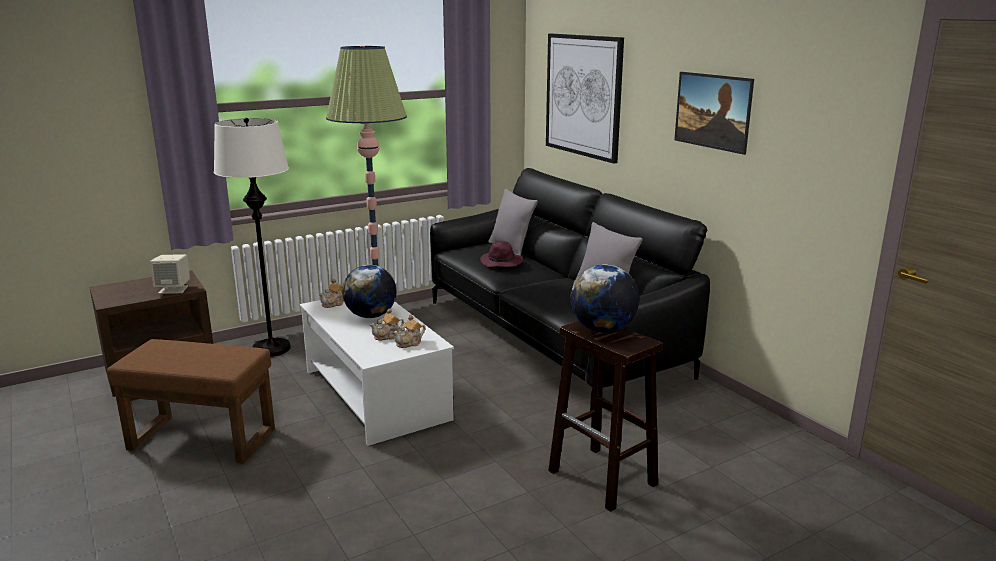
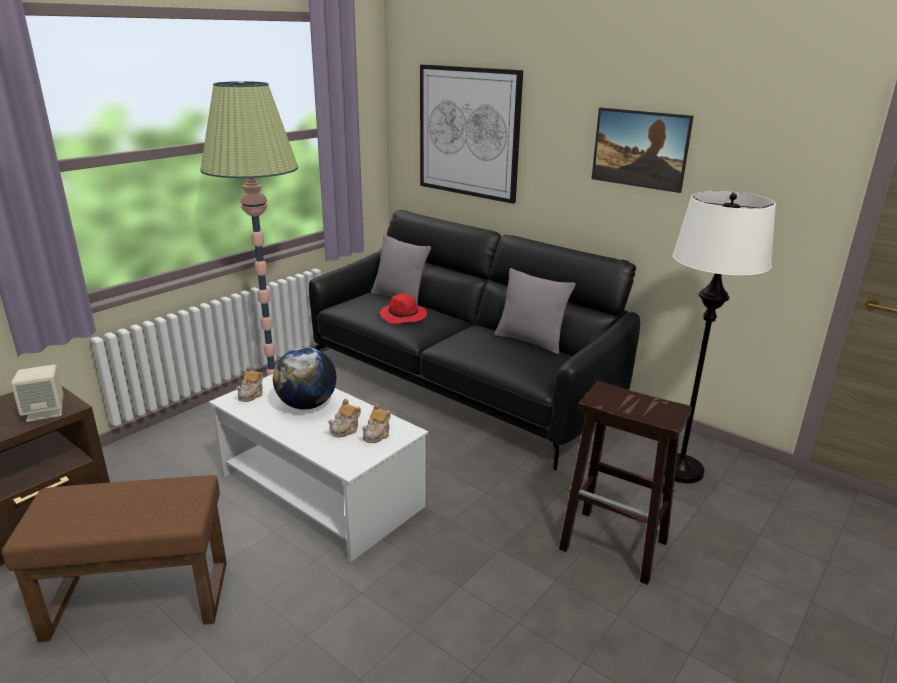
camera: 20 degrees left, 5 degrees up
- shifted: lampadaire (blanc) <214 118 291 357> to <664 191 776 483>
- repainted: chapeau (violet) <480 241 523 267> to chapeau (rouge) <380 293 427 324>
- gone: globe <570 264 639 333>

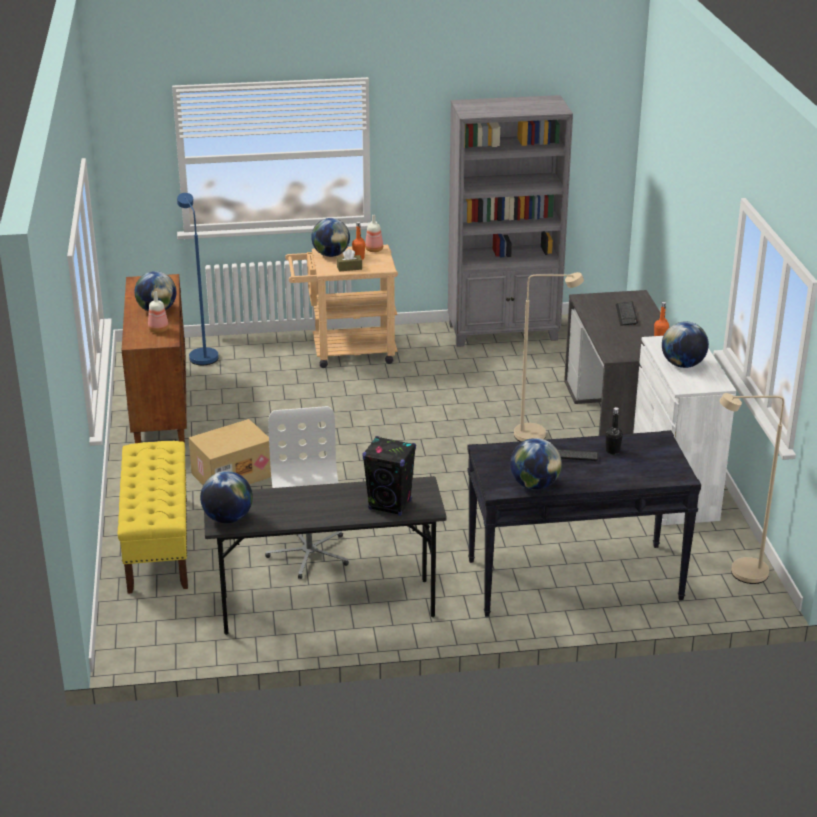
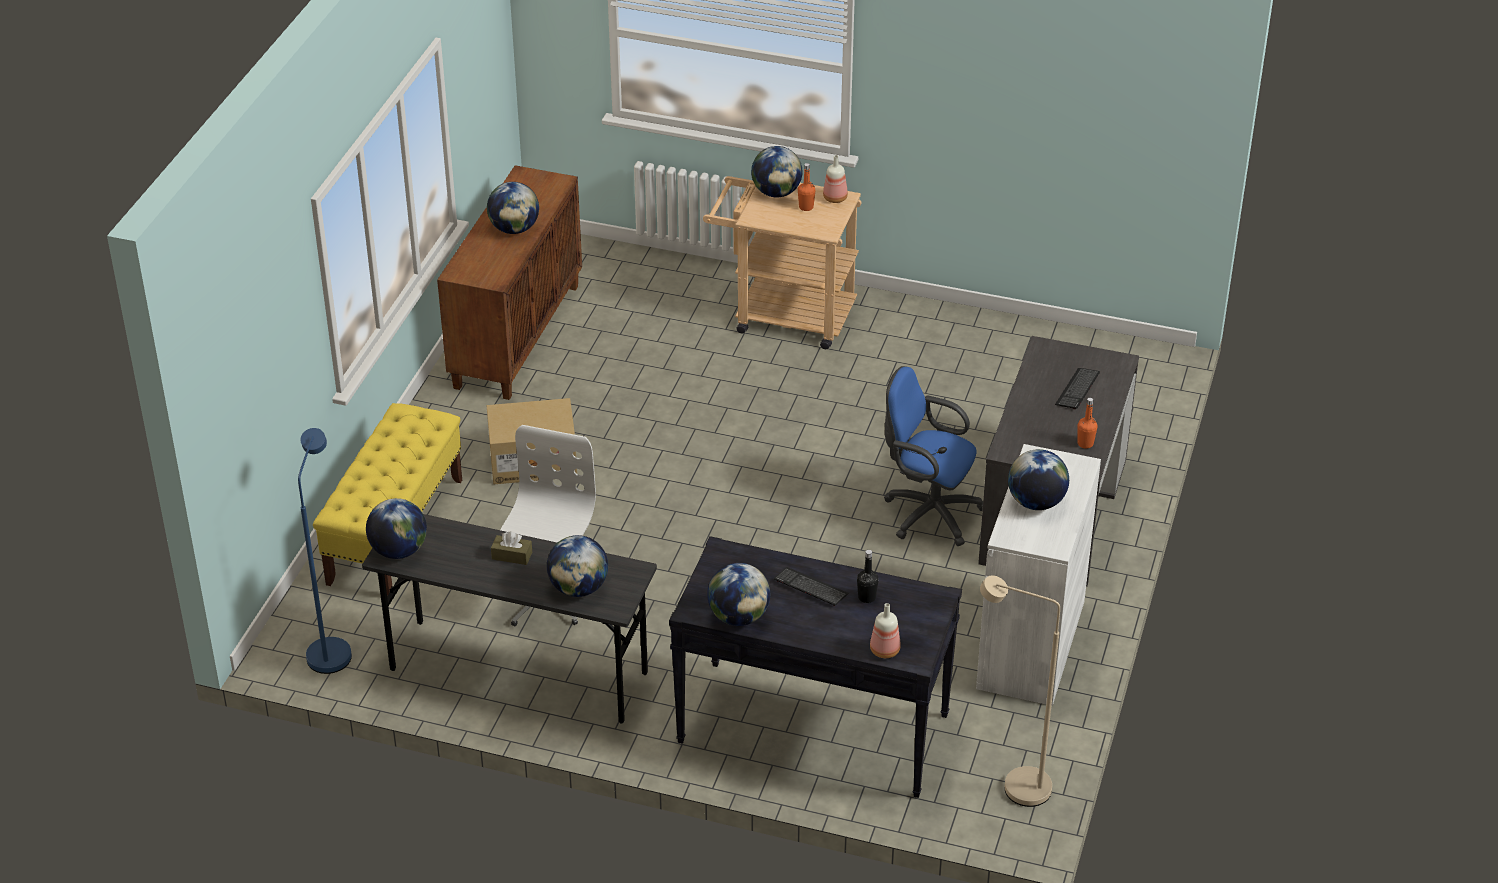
camera: 25 degrees right, 10 degrees up
- gone: bibliothèque (gris) <448 95 573 347>
- shifted: lampadaire (bleu) <177 193 219 365> to <298 428 352 674>
- shifted: boîte à mouchoirs (marron) <337 249 362 272> to <491 532 532 565>
- swapped: lampadaire (beige) <514 272 584 441> to chaise de bureau (bleu) <884 366 983 546>
- shifted: bouteille <148 292 169 333> to <870 603 901 658>
- swapped: enceinte (noir) <363 436 416 516> to globe <547 535 608 597>

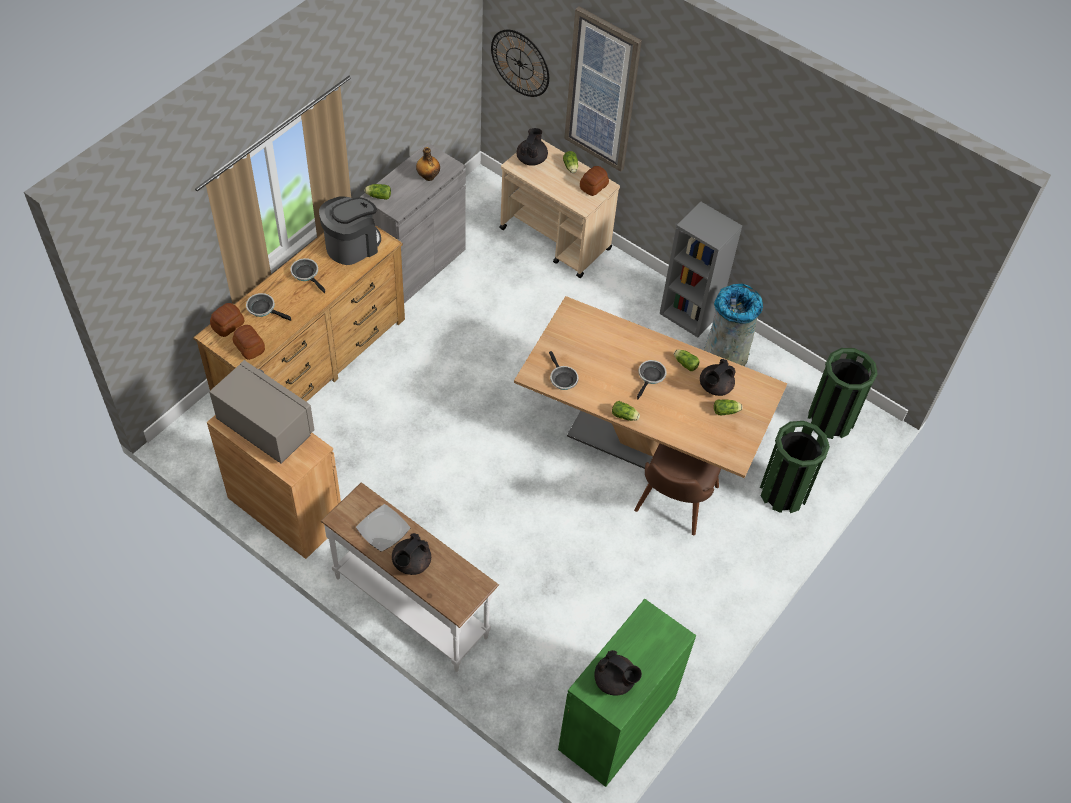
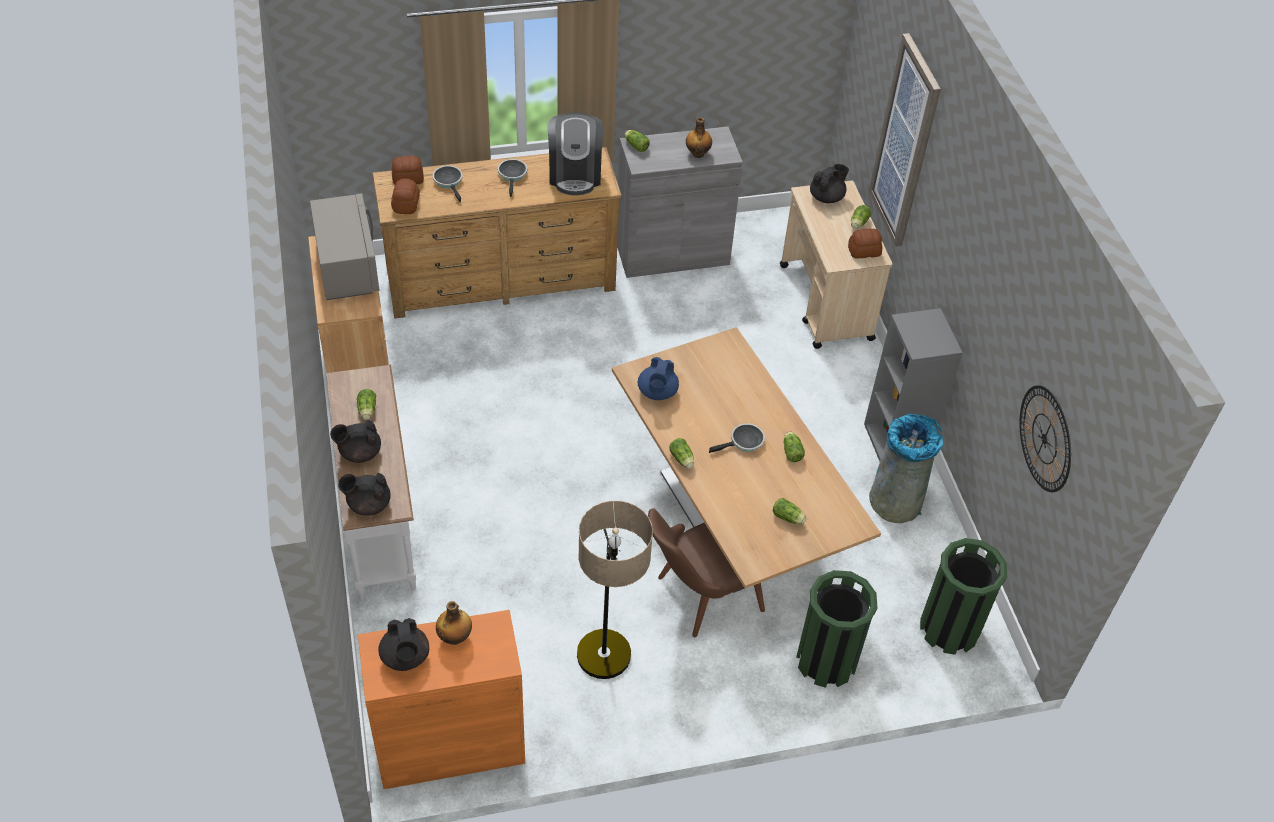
camera: 40 degrees right, 5 degrees down
- shifted: horloge murale <491 29 549 97> to <1020 385 1071 492>
- rotated: machine à café <319 196 381 265> = <547 112 604 196> 90 degrees clockwise
- swapped: poêle <549 351 579 390> to théière (bleu) <638 357 679 400>
- shifted: théière (noir) <700 359 736 396> to <338 473 391 515>
- swapped: assiette <356 504 410 552> to laitue <357 389 376 420>
- repainted: meuble de rangement (vert) <558 599 696 787> to meuble de rangement (orange) <358 610 525 789>
- new: lampadaire <577 501 653 679>
- new: bouteille <436 601 472 645>

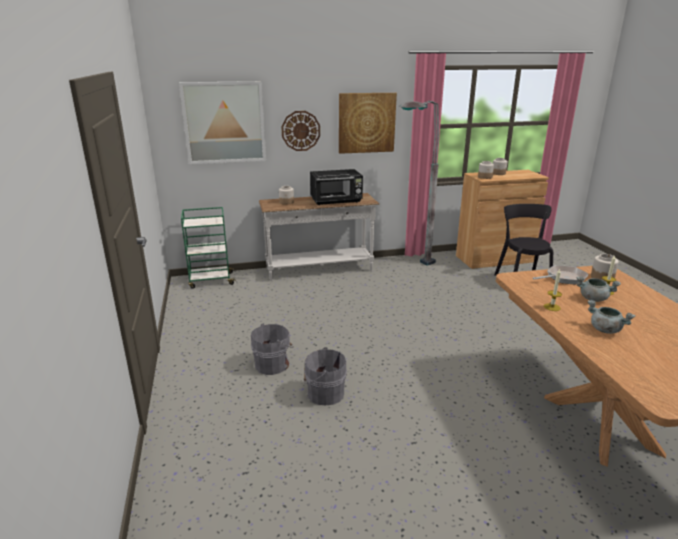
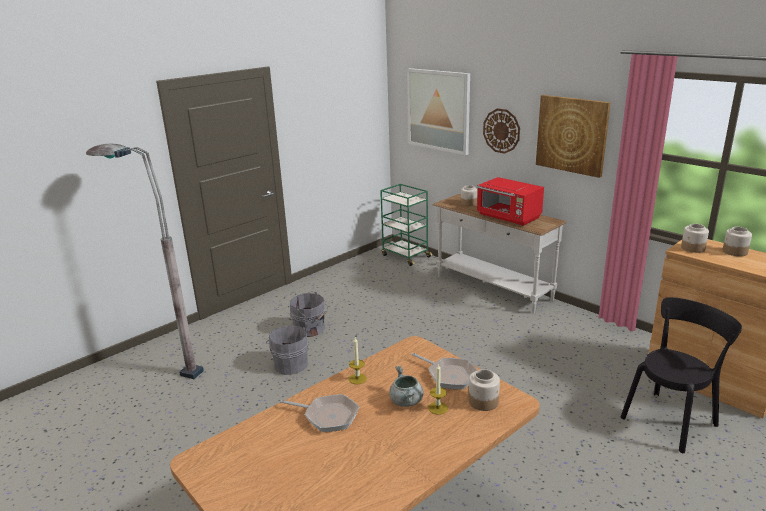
camera: 60 degrees right, 0 degrees up
- shifted: lampadaire (gris) <398 101 439 266> to <86 144 204 379>
- repainted: micro-ondes (noir) <310 169 363 205> to micro-ondes (rouge) <477 177 544 226>
- swapped: marmite (gris) <587 300 635 334> to poêle <280 394 359 432>

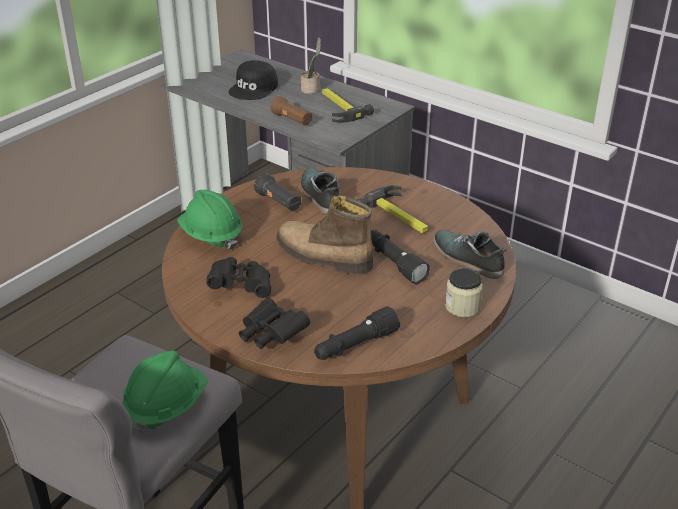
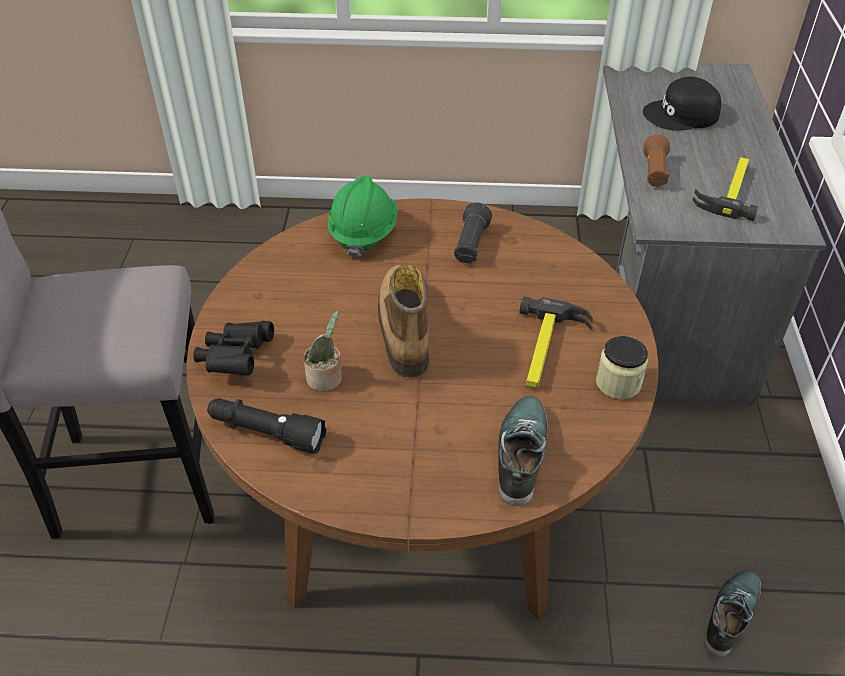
camera: 55 degrees right, 10 degrees up
- shifted: plante en pot <300 37 321 94> to <304 311 342 392>
- shifted: chaussure <301 168 339 215> to <704 570 761 656>
- gone: lampe de poche (noir) <371 230 430 284>
- gone: jumelles (noir) <206 257 271 298>
- shifted: bocal <445 268 483 317> to <596 336 648 399>
- gone: casque de chantier (vert) <122 350 208 434>

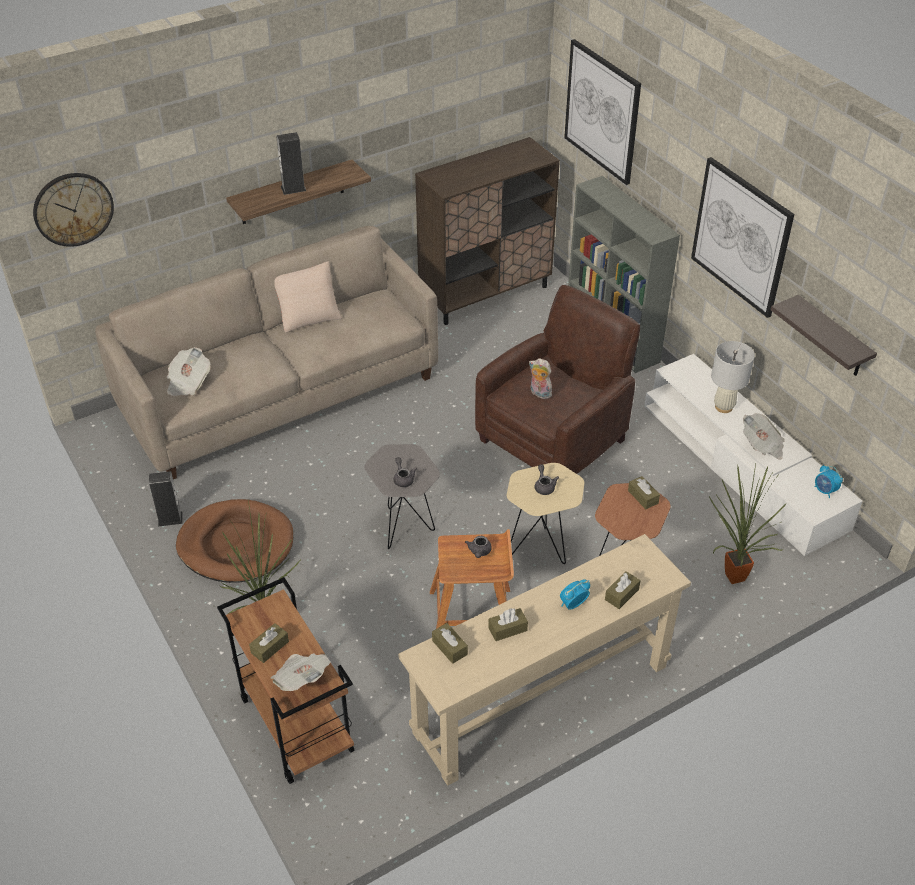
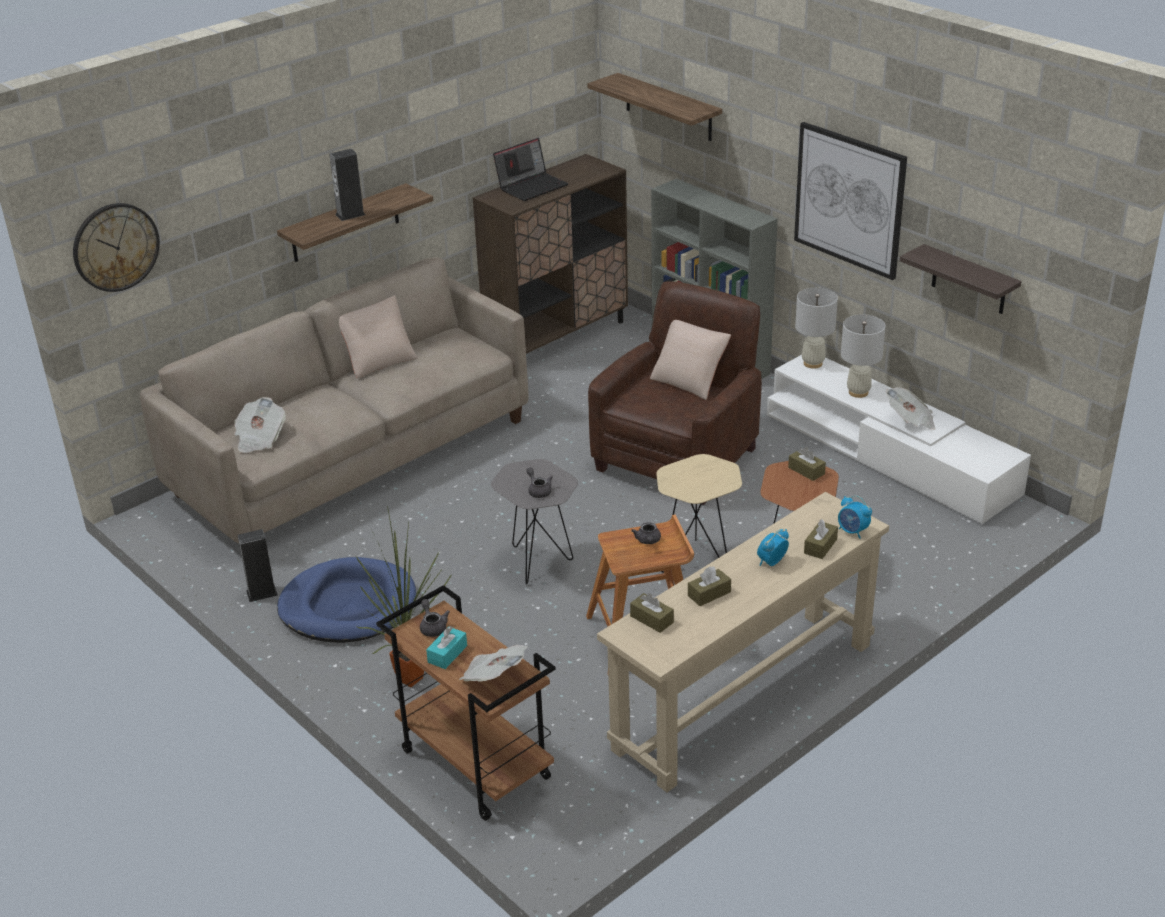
camera: 10 degrees left, 10 degrees down
- swapped: tableau <564 39 641 185> to étagère <587 73 722 141>
- gone: peluche <529 358 552 399>
- shifted: théière (gris) <535 464 559 495> to <420 599 450 637>
- gone: plante en pot <709 464 786 584>
- shifted: réveil <814 464 843 498> to <838 496 872 539>
- repainted: panier pour chien (marron) <176 499 293 583> to panier pour chien (bleu) <277 557 416 643>
- repainted: boîte à mouchoirs (marron) <249 623 289 663> to boîte à mouchoirs (turquoise) <426 626 467 669>
- new: ordinateur portable <493 138 569 201>
- new: lampe de table (blanc) <795 288 838 369>
- new: coussin (beige) <650 320 731 400>

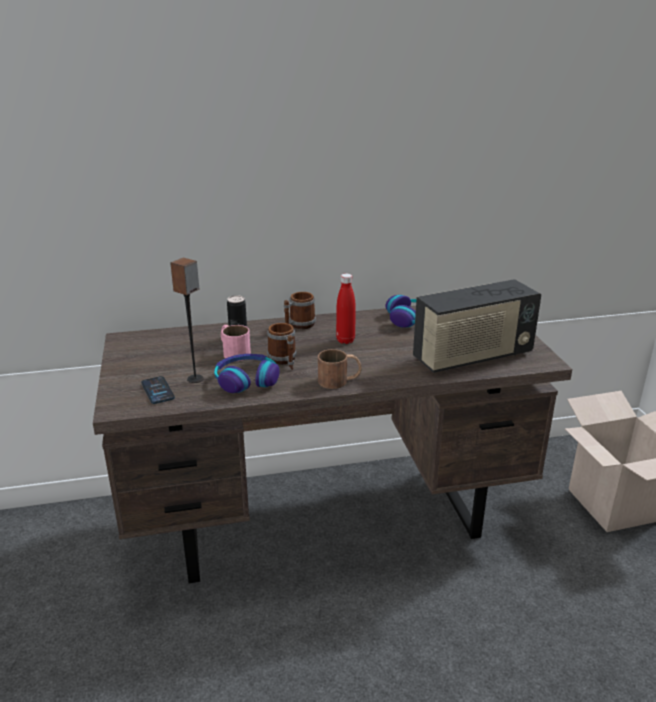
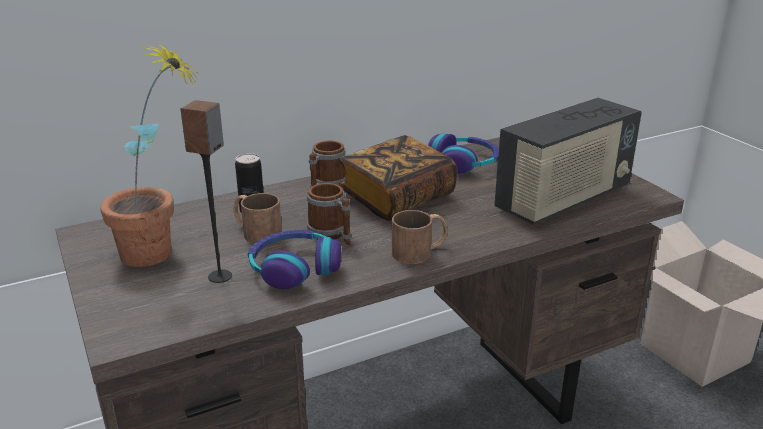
camera: 15 degrees left, 0 degrees up
- swapped: bouteille (rouge) <336 274 356 344> to livre <338 135 457 221>
- repainted: mug (rose) <221 325 251 361> to mug (marron) <233 193 282 244>
- gone: téléphone <141 376 175 404>
- new: plante en pot <100 42 199 267>

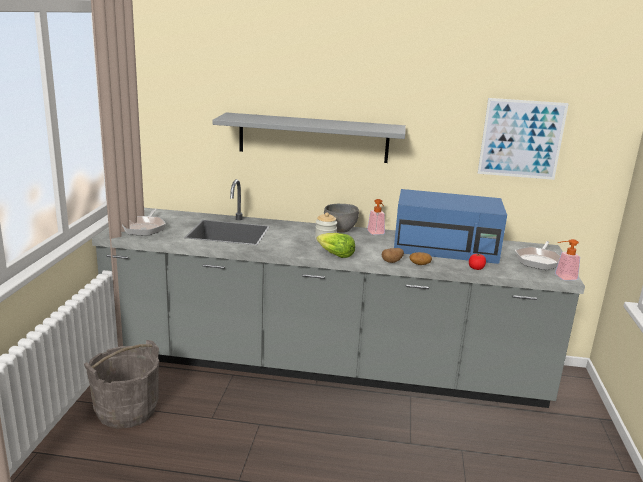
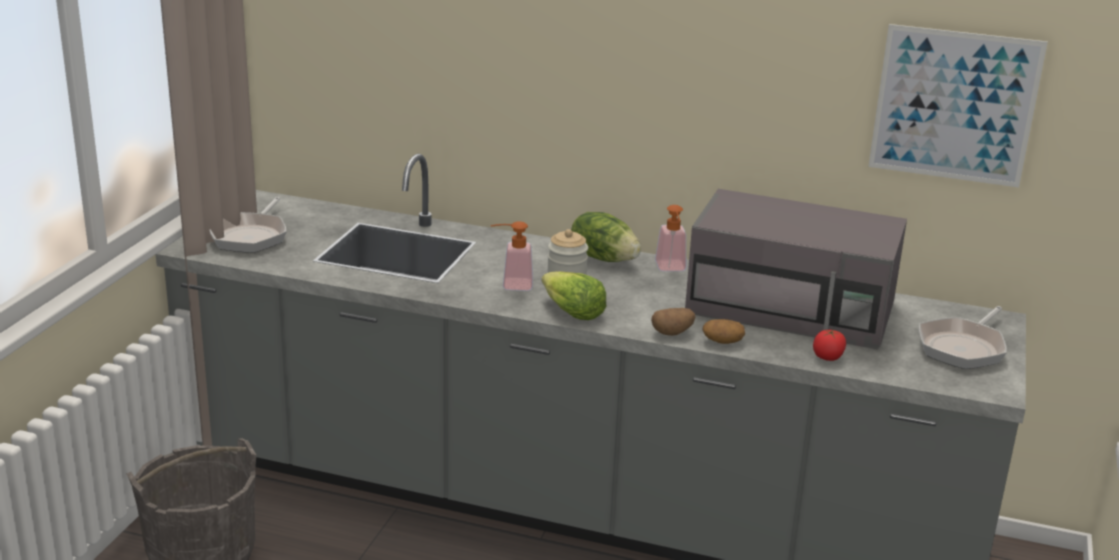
camera: 10 degrees right, 5 degrees up
- gone: étagère (gris) <212 112 406 163>
- repainted: micro-ondes (bleu) <394 189 507 264> to micro-ondes (gris) <685 189 907 350>
- swapped: bol (gris) <324 204 359 233> to laitue <571 212 641 262>
- shifted: distributeur de savon <555 239 580 280> to <491 221 533 291>

